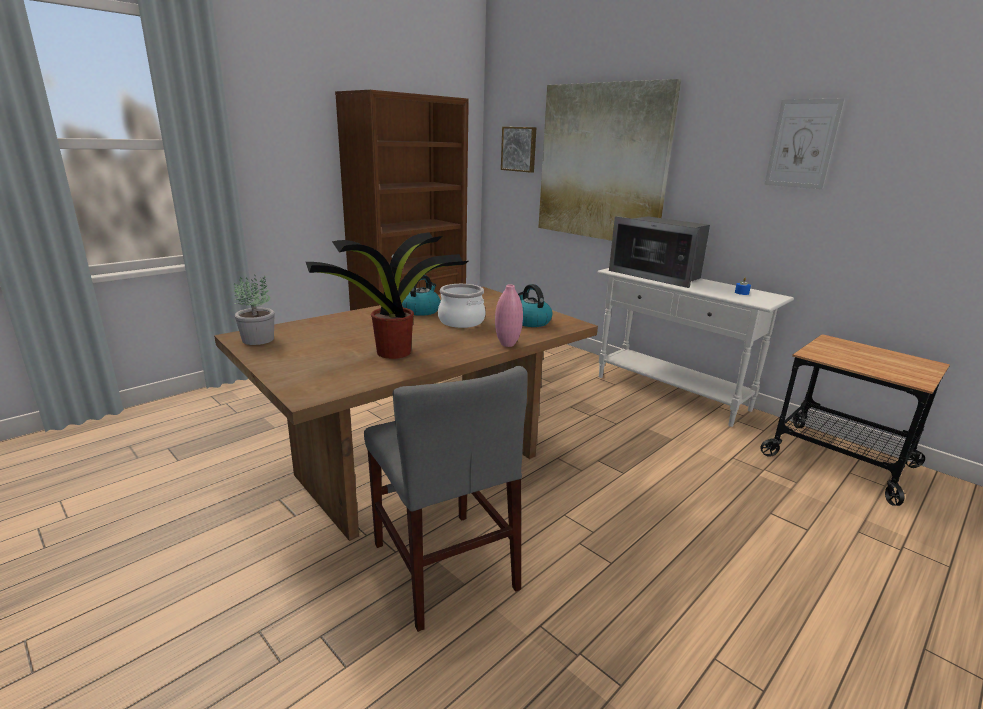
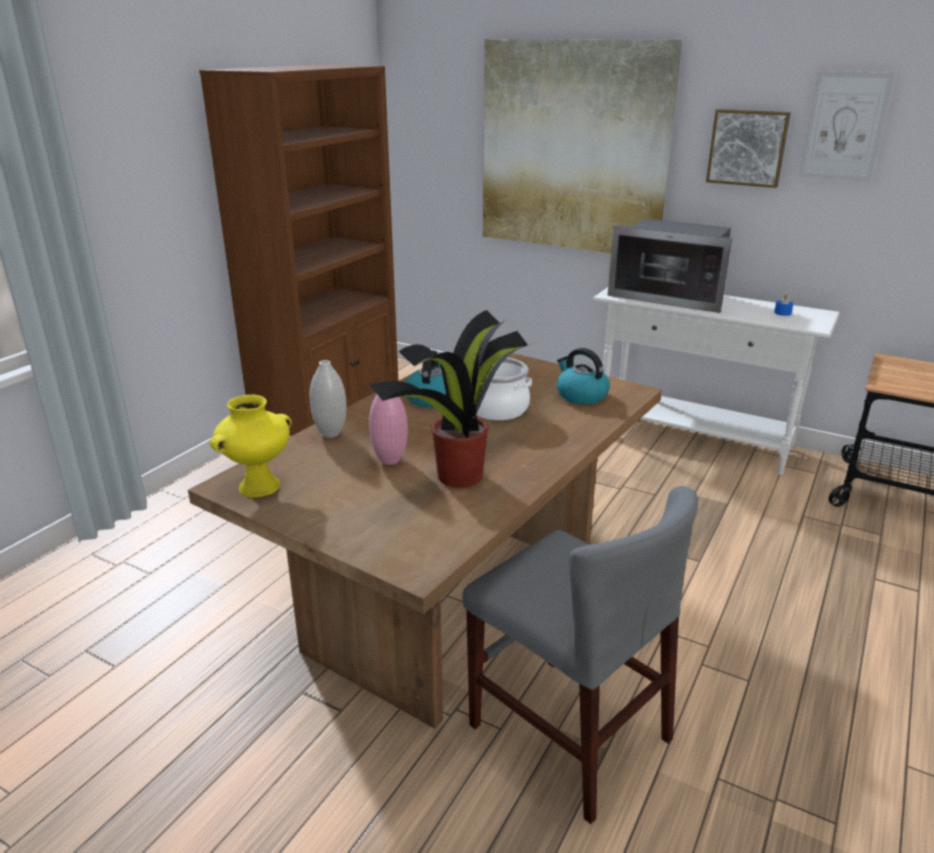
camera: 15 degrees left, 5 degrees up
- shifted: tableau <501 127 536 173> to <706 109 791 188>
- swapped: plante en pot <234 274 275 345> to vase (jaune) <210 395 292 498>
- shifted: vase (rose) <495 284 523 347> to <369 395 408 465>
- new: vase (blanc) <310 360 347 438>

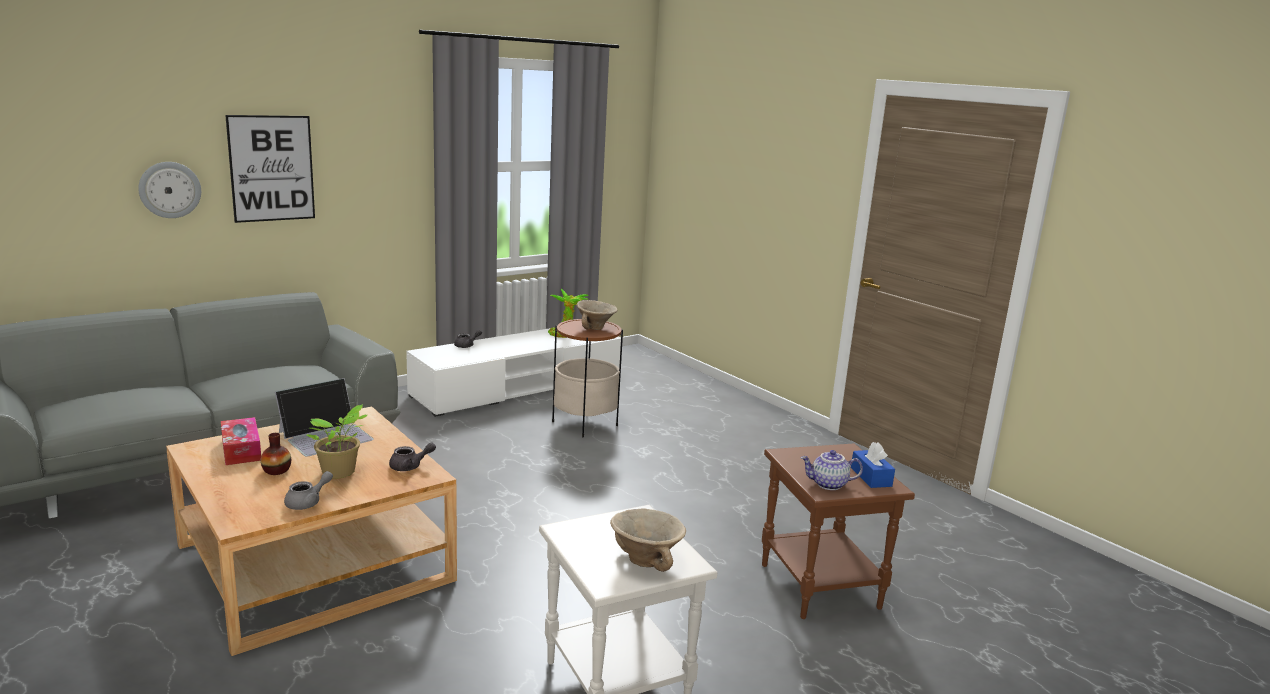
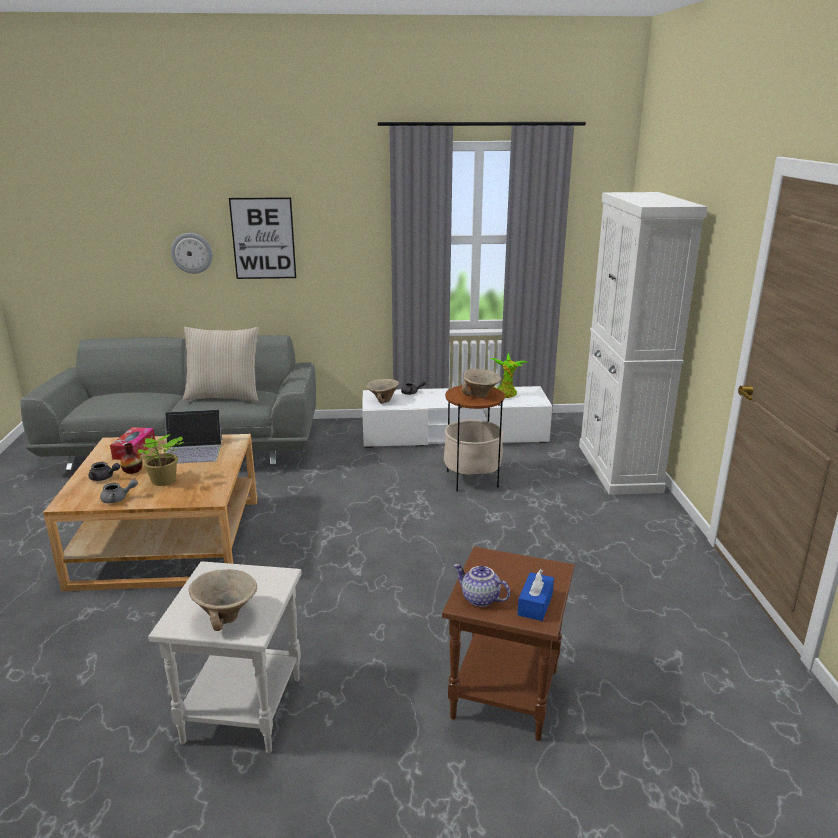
camera: 35 degrees right, 5 degrees up
- shifted: théière (gris) <389 442 436 471> to <89 462 120 481>
- new: meuble de rangement (blanc) <579 192 708 495>
- new: coussin (beige) <183 327 259 402>
- new: bol (beige) <366 379 399 404>

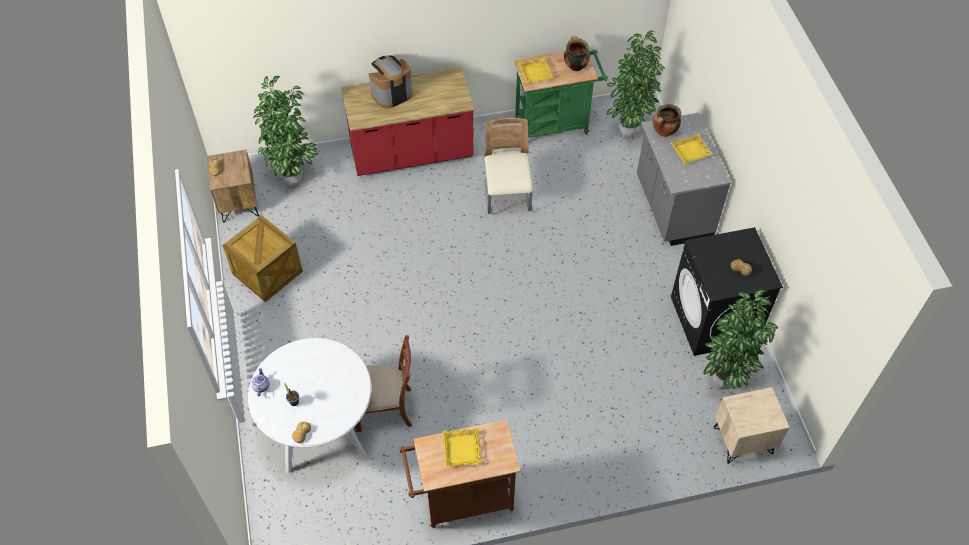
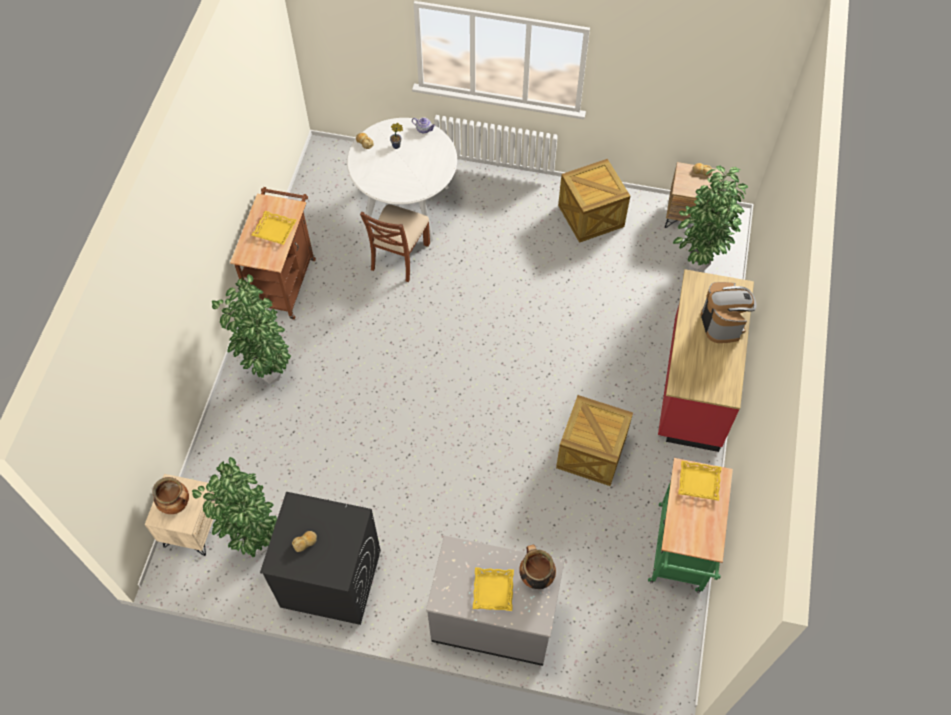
camera: 115 degrees right, 5 degrees up
- shifted: plante en pot <606 30 665 140> to <211 274 291 384>
- shifted: marmite <564 36 590 71> to <153 477 189 514>
- swapped: chaise (beige) <484 118 533 214> to caisse <556 395 633 486>

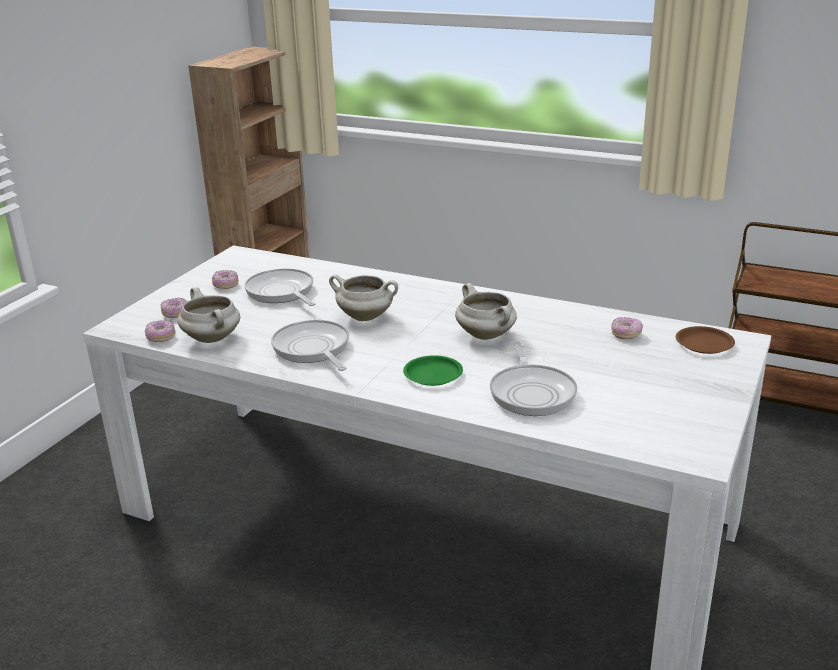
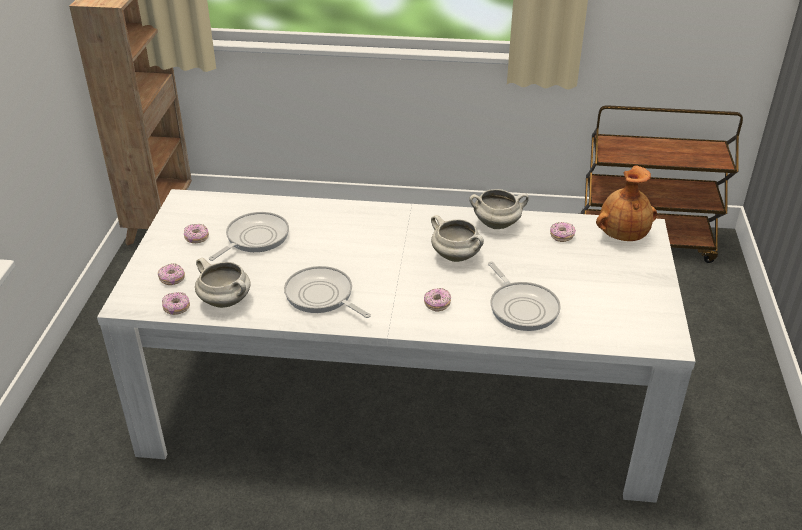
camera: 20 degrees left, 10 degrees up
- rotated: poêle <244 268 316 306> = <209 212 289 261> 90 degrees clockwise
- shifted: marmite (blanc) <329 274 398 321> to <469 189 529 229>
- swapped: assiette (marron) <676 326 735 354> to vase (marron) <596 165 657 241>
- swapped: assiette (vert) <403 355 463 386> to beignet <424 288 451 311>

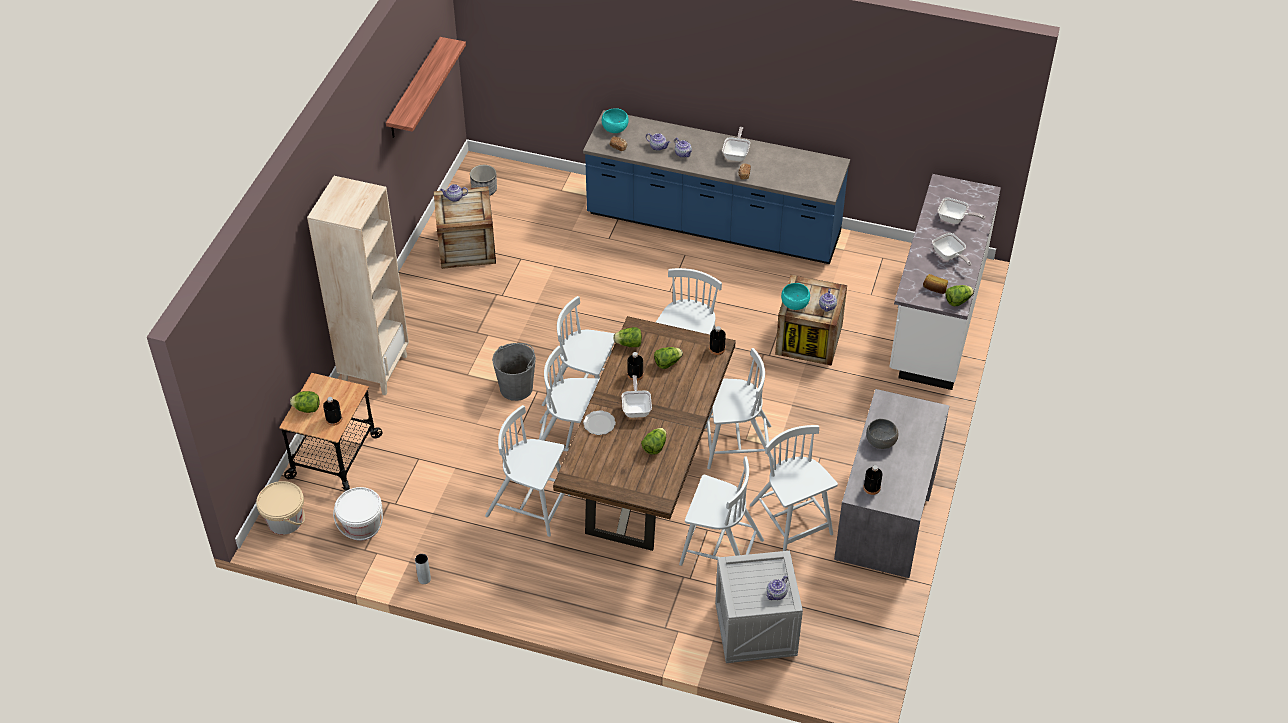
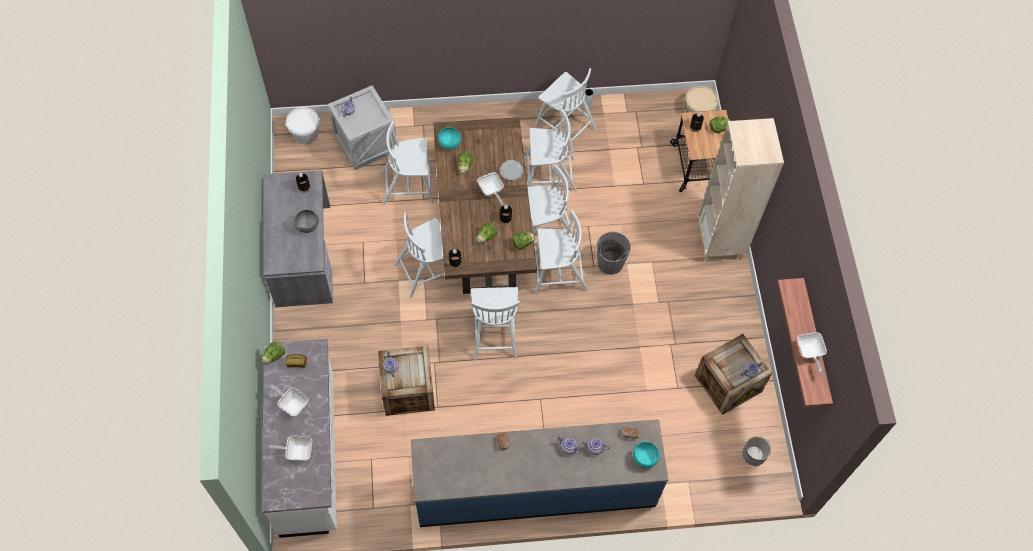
camera: 155 degrees right, 15 degrees up
- shifted: poêle <722 127 750 162> to <797 332 827 375>
- shifted: bol (turquoise) <781 283 810 310> to <438 127 461 150>
- shifted: chaise (blanc) <750 425 838 551> to <534 68 597 152>
- shifted: seau (blanc) <333 487 383 541> to <285 107 321 145>

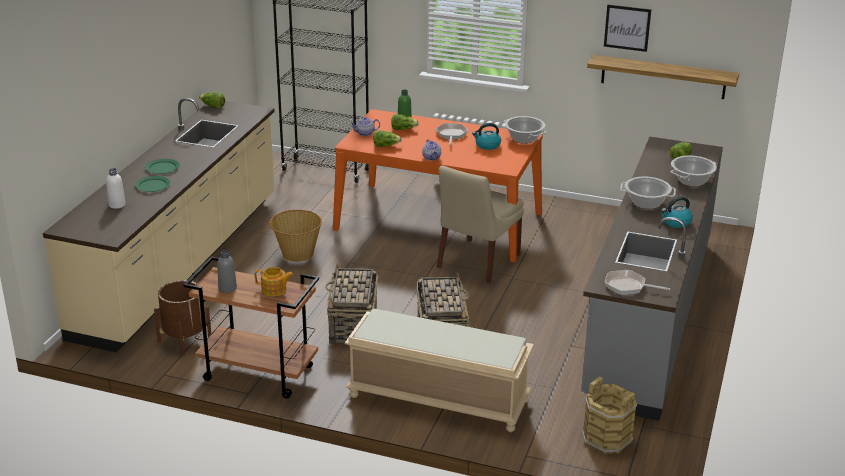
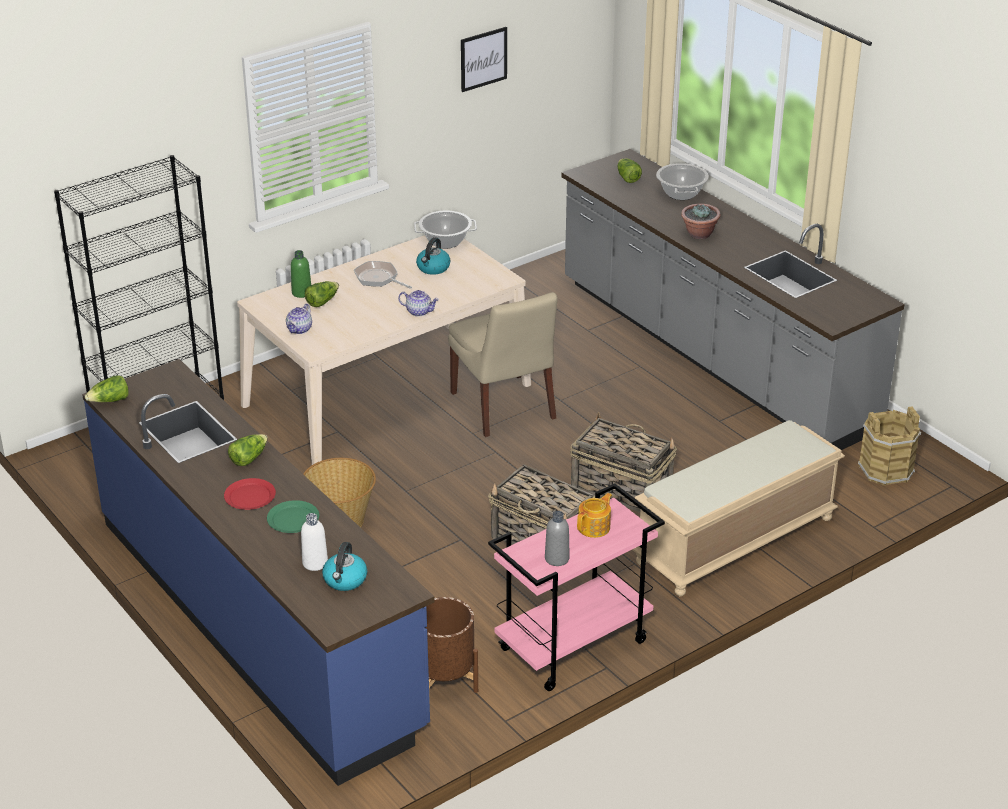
camera: 55 degrees left, 5 degrees up
- gone: étagère <587 55 739 99>
- repainted: comptoir de cuisine (beige) <43 98 275 353> to comptoir de cuisine (bleu) <82 359 435 786>
- repainted: table à manger (orange) <333 109 543 263> to table à manger (beige) <237 235 531 465>
- shifted: laitue <373 130 402 147> to <228 434 268 466>
- repainted: assiette (vert) <145 159 180 174> to assiette (rouge) <224 478 276 510>
- swapped: marmite <620 177 676 209> to plante en pot <681 204 721 239>
- shifted: bouilloire <661 196 693 228> to <322 542 367 591>
- repainted: chariot (marron) <183 256 319 399> to chariot (rose) <488 483 665 691>
- gone: poêle <605 270 670 295>

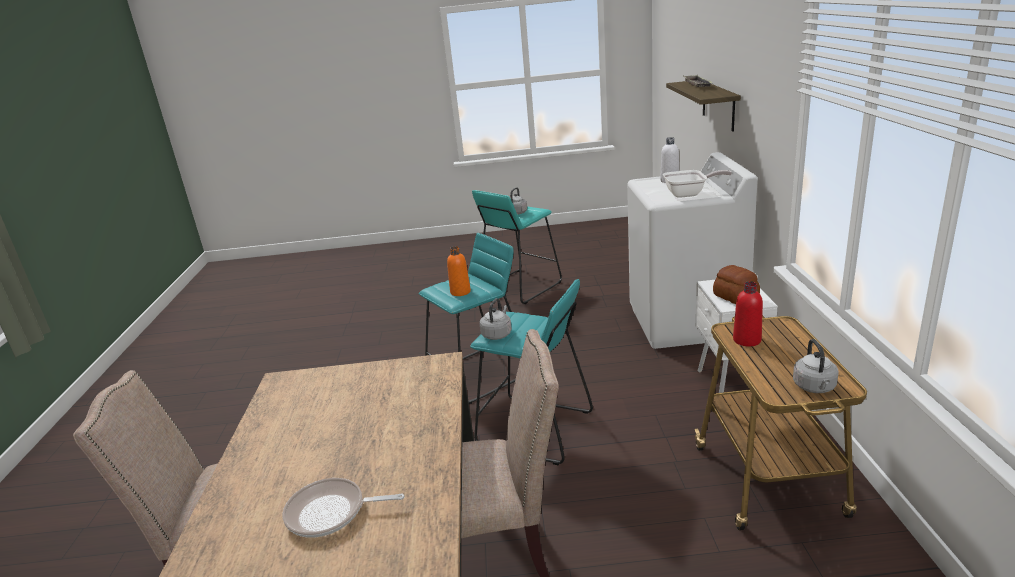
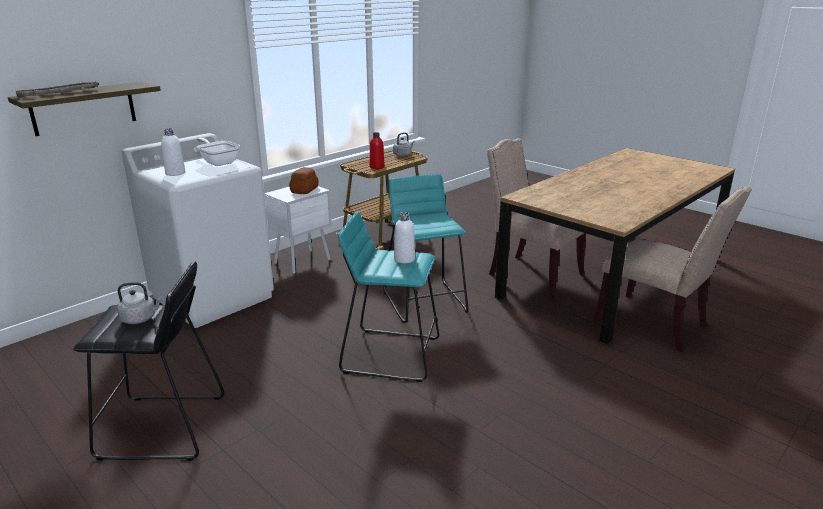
camera: 135 degrees left, 0 degrees up
- repainted: tabouret (turquoise) <472 190 562 304> to tabouret (noir) <73 261 224 461>
- repainted: bouteille (orange) <447 246 471 296> to bouteille (blanc) <394 212 415 263>
- gone: bouilloire (gris) <479 298 512 340>
- gone: poêle <282 478 405 538>

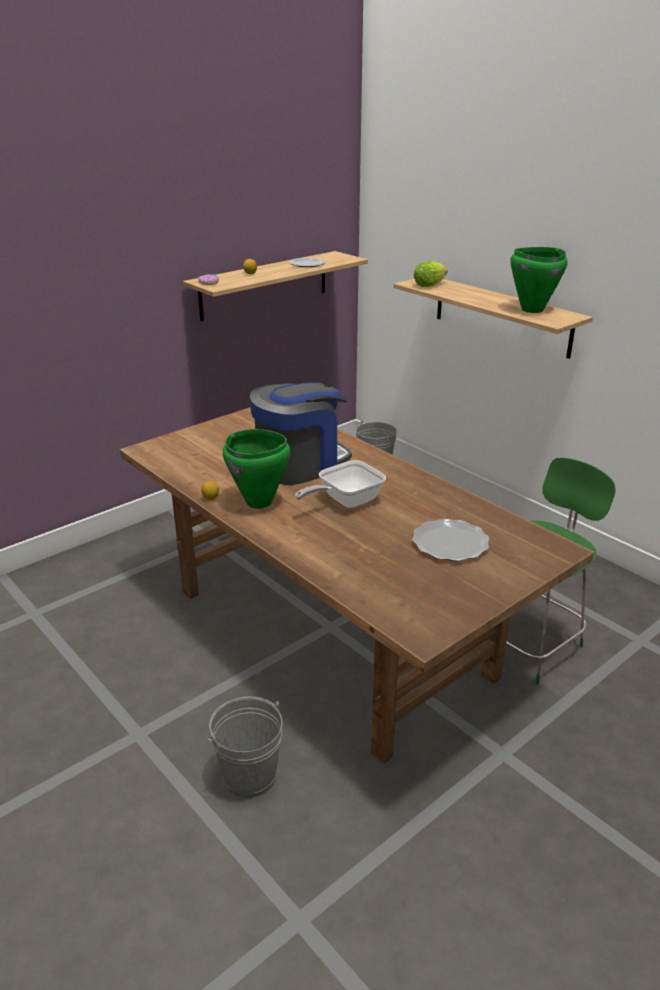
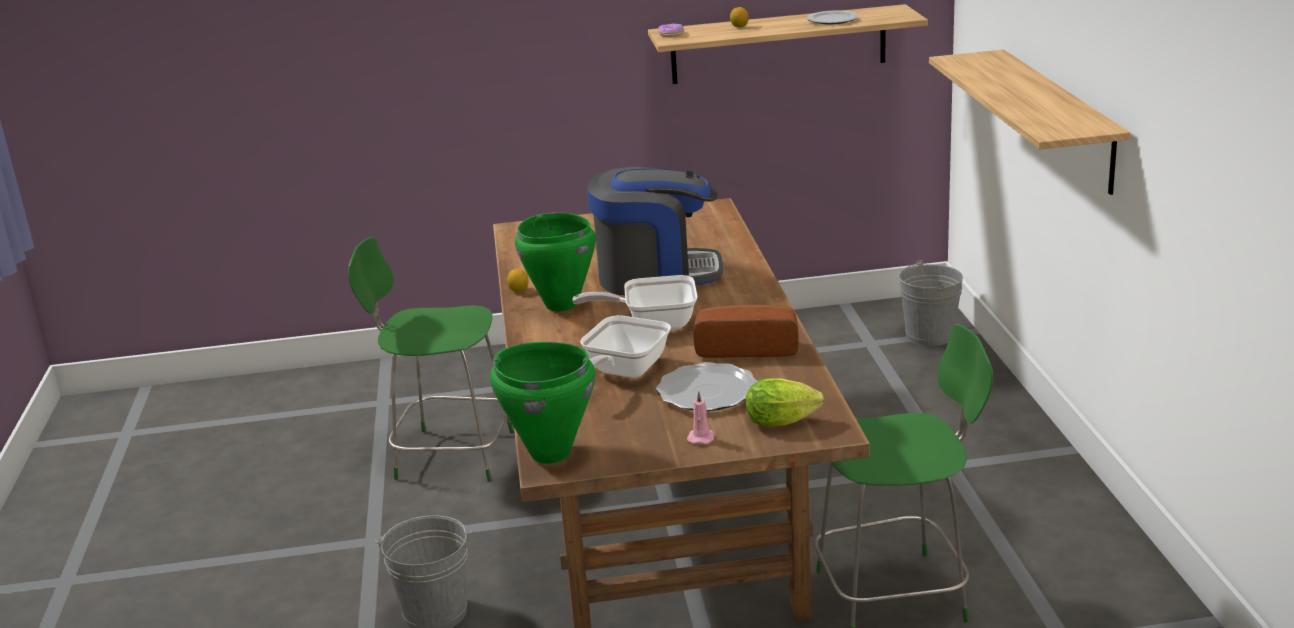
camera: 35 degrees right, 5 degrees down
- shifted: marmite (vert) <510 247 568 313> to <490 342 596 464>
- shifted: laitue <414 261 448 287> to <745 379 824 426>
- new: chaise (vert) <348 237 513 482>
- new: pain <693 304 798 358>
- new: poêle <580 315 671 378>
- new: bougie (rose) <687 391 714 444>

